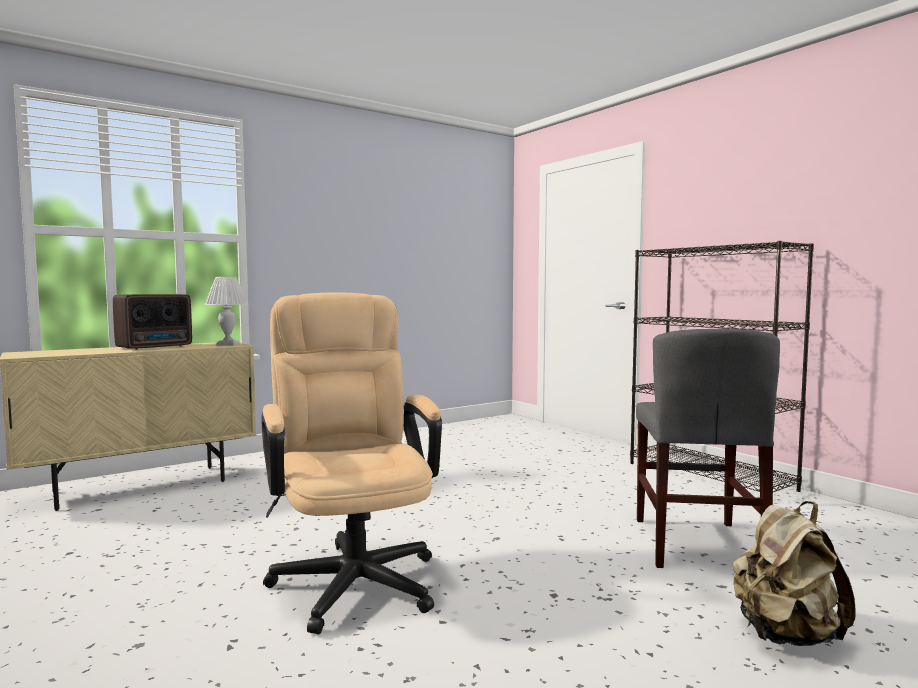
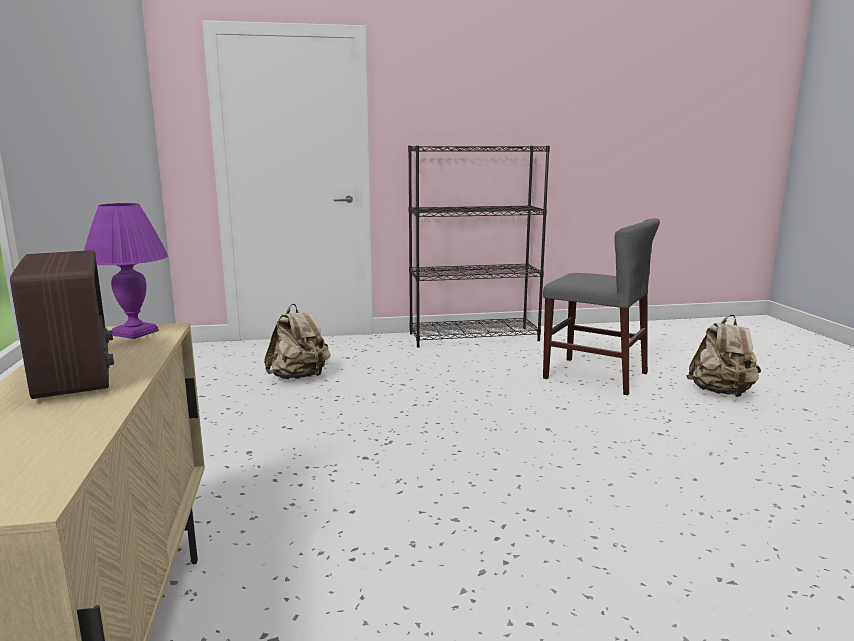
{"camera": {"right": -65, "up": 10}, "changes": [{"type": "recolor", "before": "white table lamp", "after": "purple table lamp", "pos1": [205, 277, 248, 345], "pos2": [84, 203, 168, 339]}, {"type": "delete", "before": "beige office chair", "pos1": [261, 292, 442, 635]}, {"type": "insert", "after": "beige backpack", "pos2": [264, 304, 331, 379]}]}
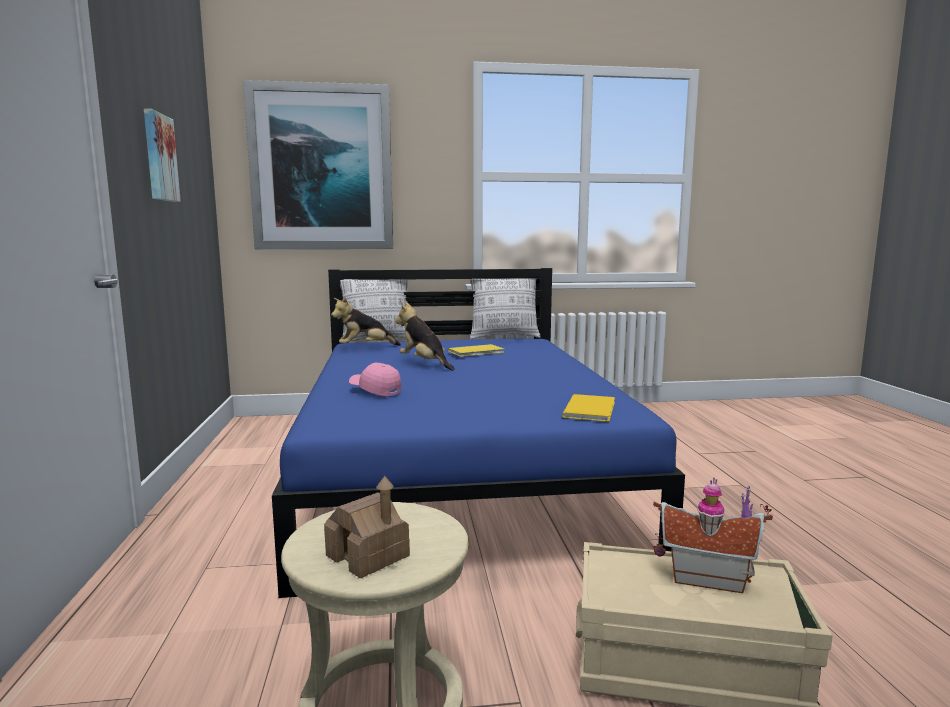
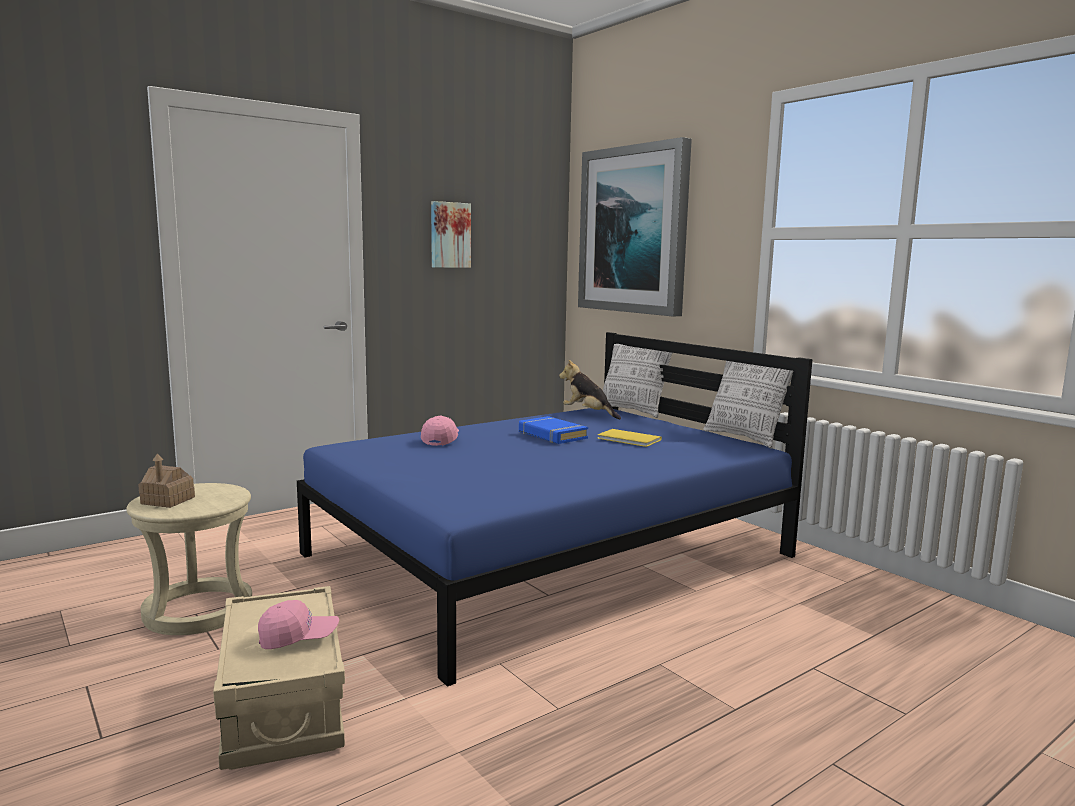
{"camera": {"right": 60, "up": 0}, "changes": [{"type": "replace", "before": "plush toy", "after": "blue book", "pos1": [395, 302, 454, 371], "pos2": [519, 416, 588, 444]}, {"type": "delete", "before": "yellow book", "pos1": [562, 394, 615, 422]}, {"type": "replace", "before": "toy house", "after": "pink cap", "pos1": [653, 477, 773, 593], "pos2": [258, 600, 339, 649]}]}
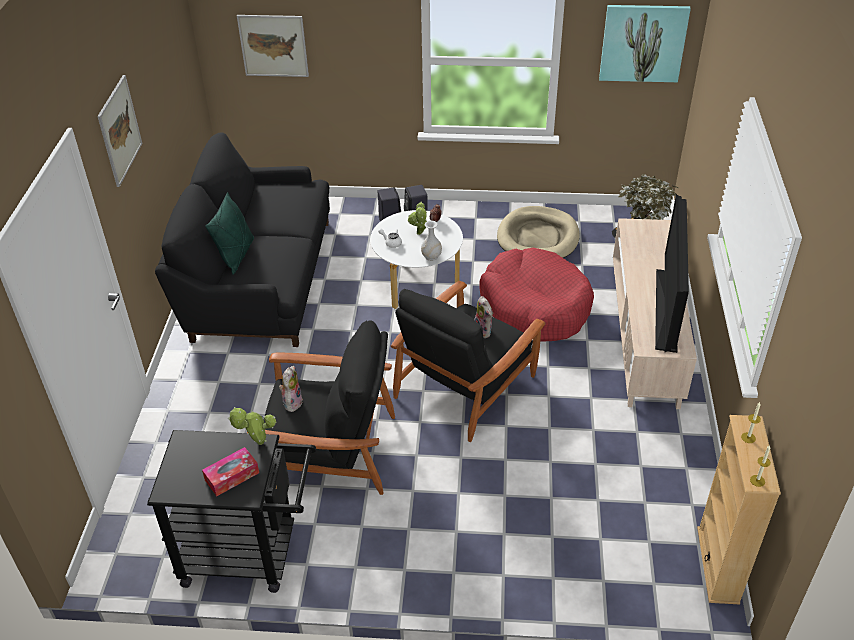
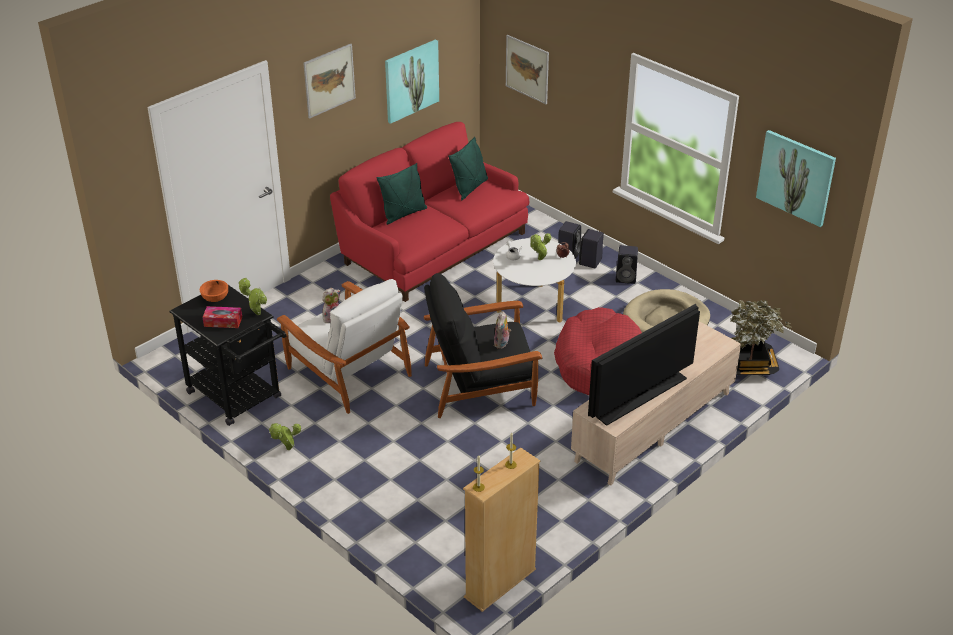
{"camera": {"right": 40, "up": -5}, "changes": [{"type": "recolor", "before": "black sofa", "after": "red sofa", "pos1": [155, 133, 330, 347], "pos2": [330, 122, 529, 302]}, {"type": "recolor", "before": "black armchair", "after": "white armchair", "pos1": [247, 320, 395, 495], "pos2": [277, 279, 412, 414]}, {"type": "delete", "before": "white vase", "pos1": [421, 221, 442, 261]}, {"type": "insert", "after": "orange bowl", "pos2": [200, 280, 228, 302]}, {"type": "insert", "after": "potted plant", "pos2": [269, 423, 301, 450]}, {"type": "insert", "after": "picture", "pos2": [385, 39, 439, 124]}, {"type": "insert", "after": "green pillow", "pos2": [448, 137, 488, 200]}, {"type": "insert", "after": "black speaker", "pos2": [616, 245, 638, 284]}]}
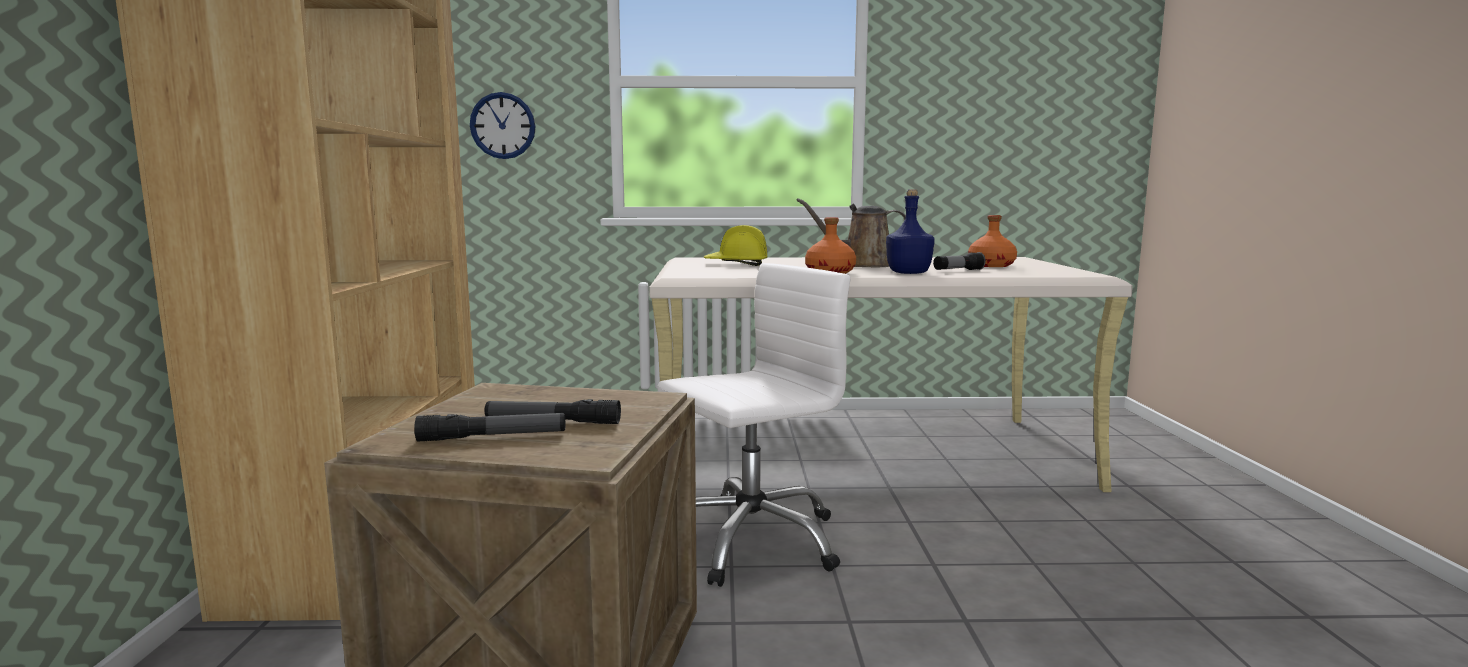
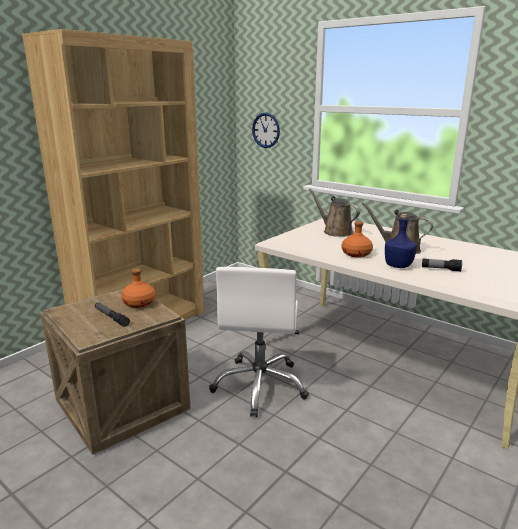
{"camera": {"right": 40, "up": 10}, "changes": [{"type": "delete", "before": "flashlight", "pos1": [414, 413, 565, 441]}, {"type": "rotate", "before": "white office chair", "pos1": [657, 263, 850, 587], "pos2": [209, 267, 309, 417], "turn": 90}, {"type": "replace", "before": "yellow hard hat", "after": "brown watering can", "pos1": [704, 225, 767, 266], "pos2": [309, 188, 360, 237]}, {"type": "move", "before": "orange bottle", "pos1": [968, 215, 1017, 267], "pos2": [121, 269, 156, 308]}]}
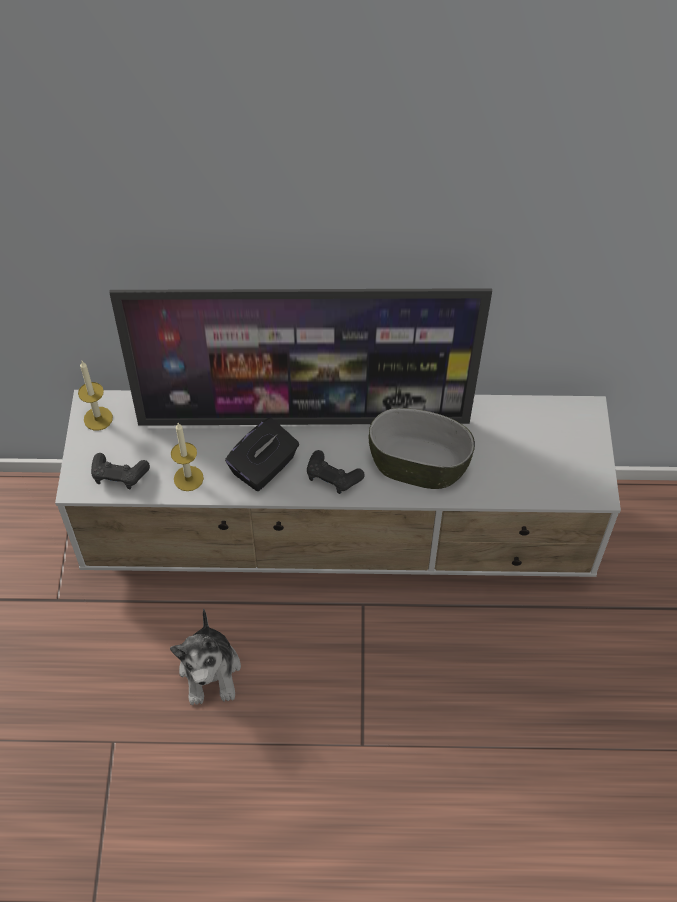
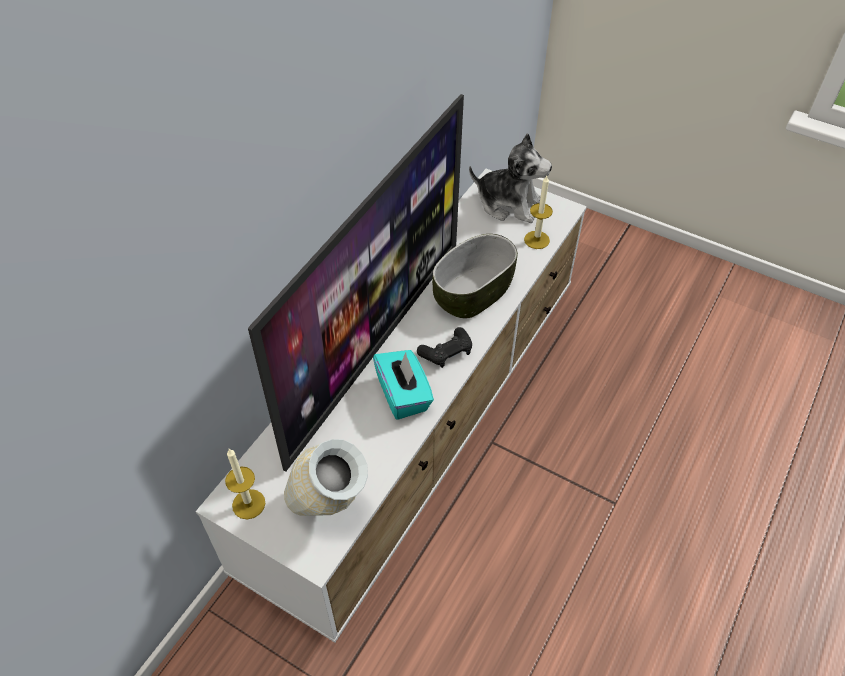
{"camera": {"right": -60, "up": -5}, "changes": [{"type": "replace", "before": "black game controller", "after": "vase", "pos1": [91, 453, 150, 489], "pos2": [284, 439, 368, 516]}, {"type": "move", "before": "plush toy", "pos1": [170, 608, 241, 705], "pos2": [469, 133, 552, 223]}, {"type": "move", "before": "candle", "pos1": [171, 423, 204, 491], "pos2": [524, 176, 553, 249]}, {"type": "recolor", "before": "black tissue box", "after": "turquoise tissue box", "pos1": [225, 417, 299, 491], "pos2": [373, 350, 434, 420]}]}
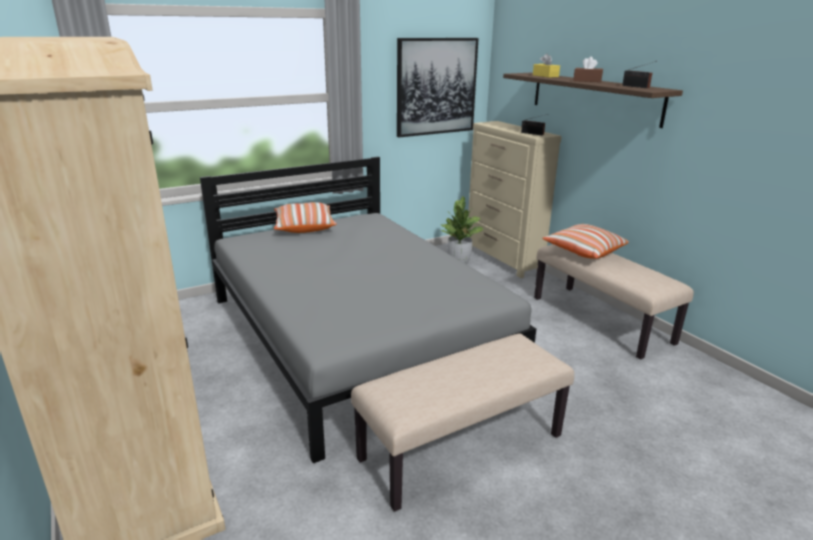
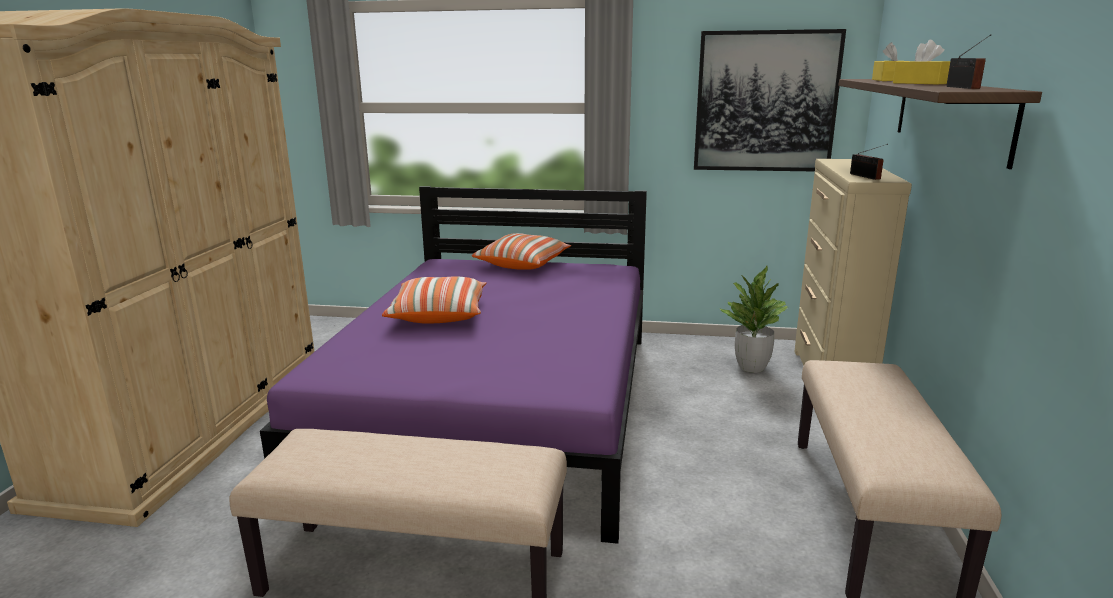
{"camera": {"right": 40, "up": -5}, "changes": [{"type": "recolor", "before": "grey bed", "after": "purple bed", "pos1": [200, 157, 536, 463], "pos2": [260, 186, 647, 544]}, {"type": "move", "before": "pillow", "pos1": [542, 224, 629, 259], "pos2": [382, 276, 486, 323]}, {"type": "recolor", "before": "brown tissue box", "after": "yellow tissue box", "pos1": [573, 57, 603, 82], "pos2": [893, 40, 950, 84]}]}
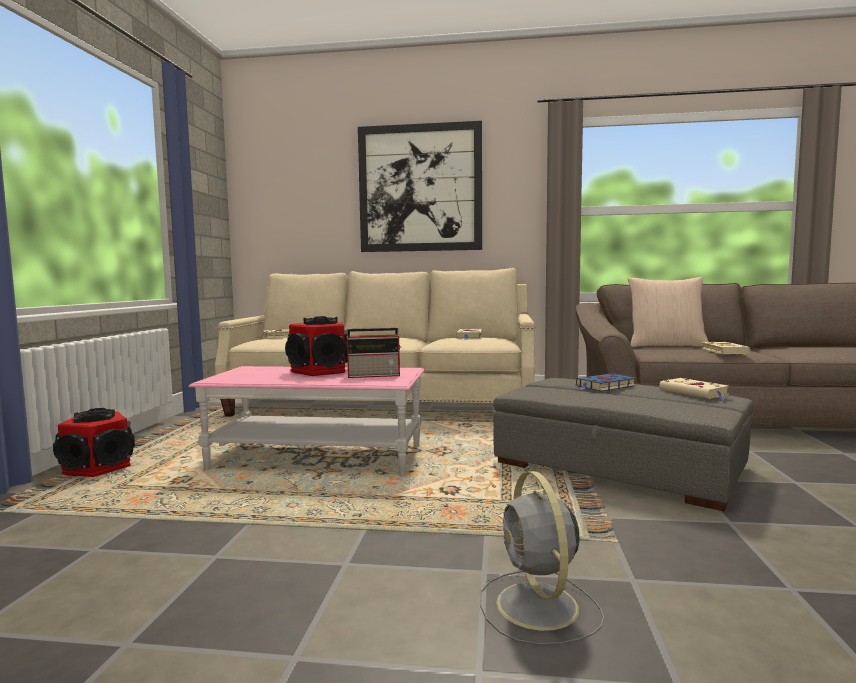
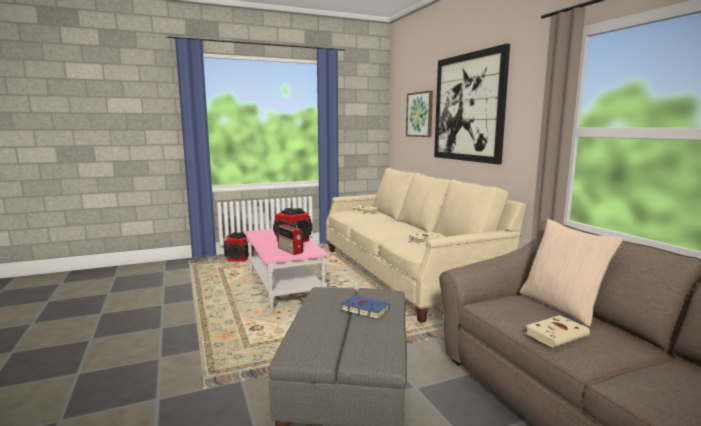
{"camera": {"right": 60, "up": 5}, "changes": [{"type": "delete", "before": "grey fan", "pos1": [480, 471, 604, 645]}, {"type": "delete", "before": "beige book", "pos1": [659, 378, 729, 400]}, {"type": "insert", "after": "picture", "pos2": [406, 90, 433, 137]}]}
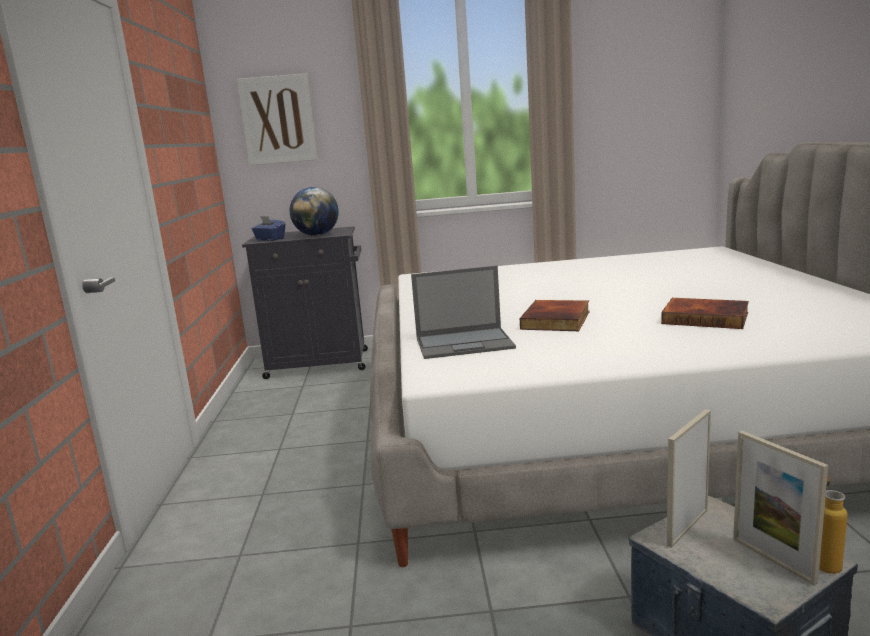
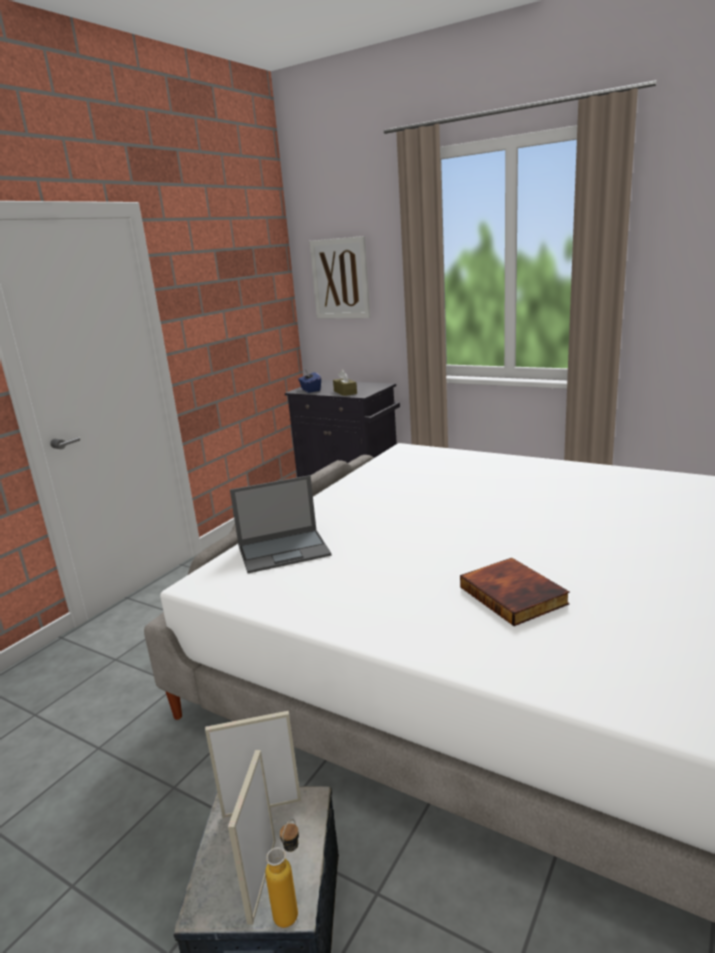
{"camera": {"right": 35, "up": 5}, "changes": [{"type": "replace", "before": "globe", "after": "brown tissue box", "pos1": [290, 187, 339, 236], "pos2": [333, 370, 357, 396]}, {"type": "rotate", "before": "laptop", "pos1": [411, 266, 516, 359], "pos2": [230, 475, 331, 573], "turn": -45}, {"type": "delete", "before": "book", "pos1": [520, 300, 590, 331]}]}
